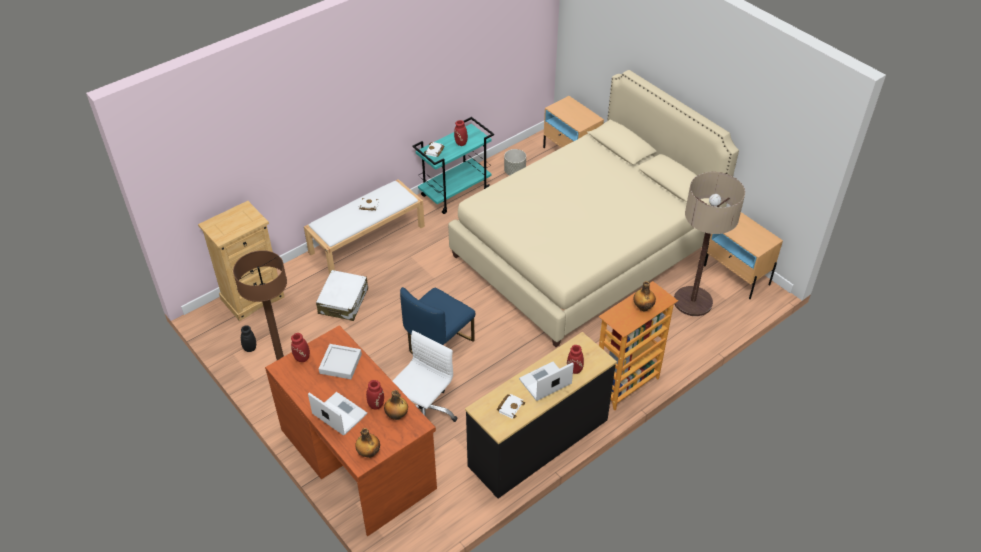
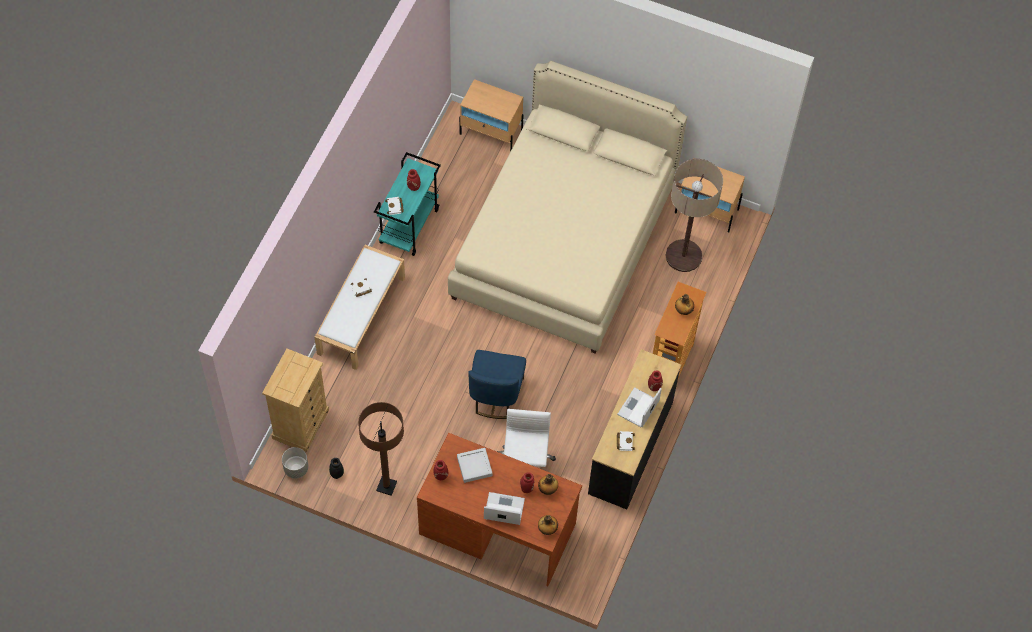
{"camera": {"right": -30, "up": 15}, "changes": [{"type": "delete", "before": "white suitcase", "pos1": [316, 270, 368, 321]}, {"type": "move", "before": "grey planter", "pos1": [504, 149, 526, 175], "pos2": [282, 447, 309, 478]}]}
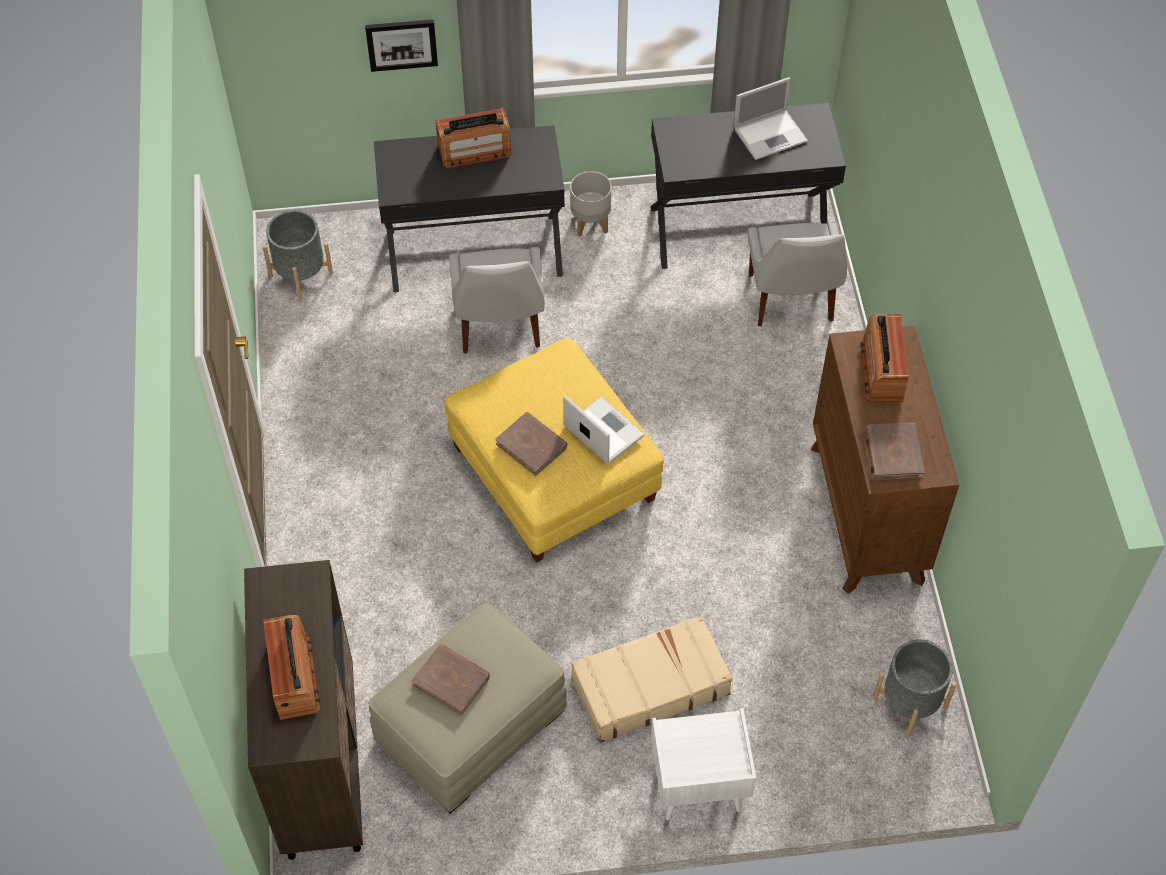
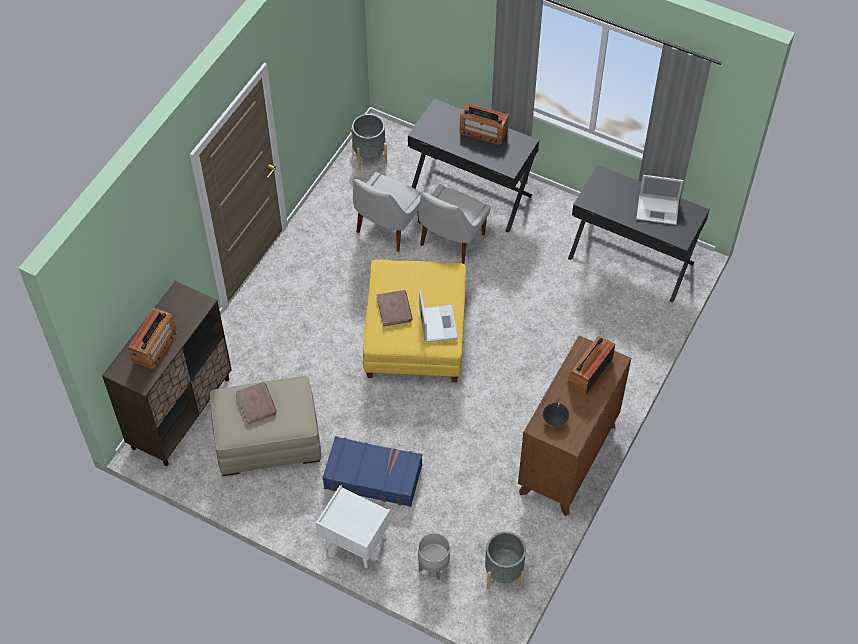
{"camera": {"right": 35, "up": 0}, "changes": [{"type": "delete", "before": "picture", "pos1": [365, 19, 438, 72]}, {"type": "move", "before": "grey planter", "pos1": [570, 171, 611, 237], "pos2": [418, 533, 450, 580]}, {"type": "recolor", "before": "beige suitcase", "after": "blue suitcase", "pos1": [571, 615, 733, 743], "pos2": [322, 436, 422, 507]}, {"type": "move", "before": "white chair", "pos1": [748, 222, 847, 326], "pos2": [353, 172, 422, 252]}, {"type": "replace", "before": "brown book", "after": "black bowl", "pos1": [865, 423, 924, 480], "pos2": [543, 403, 569, 426]}]}
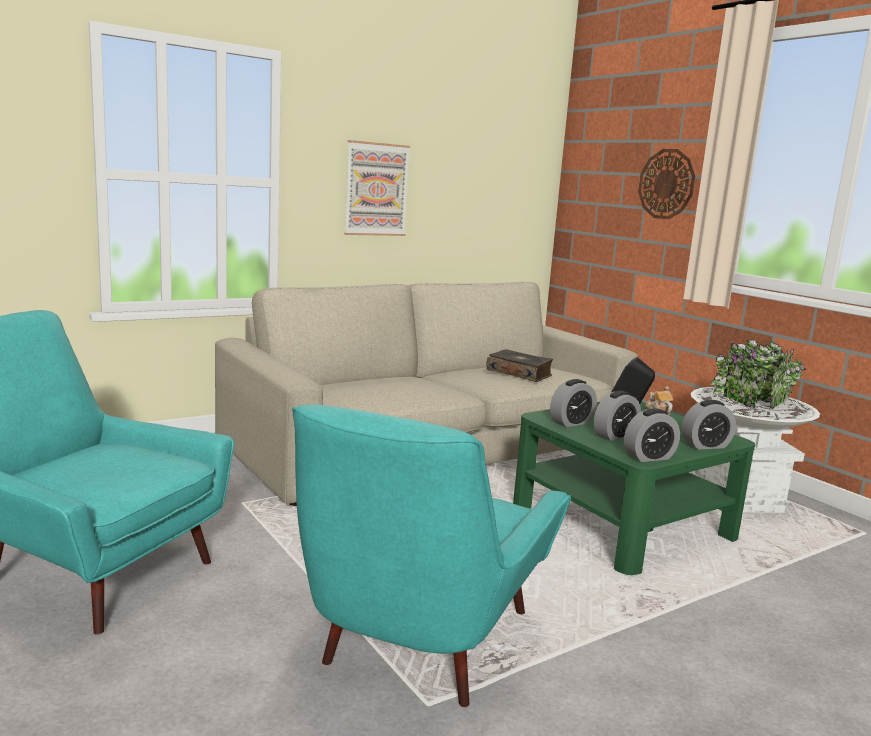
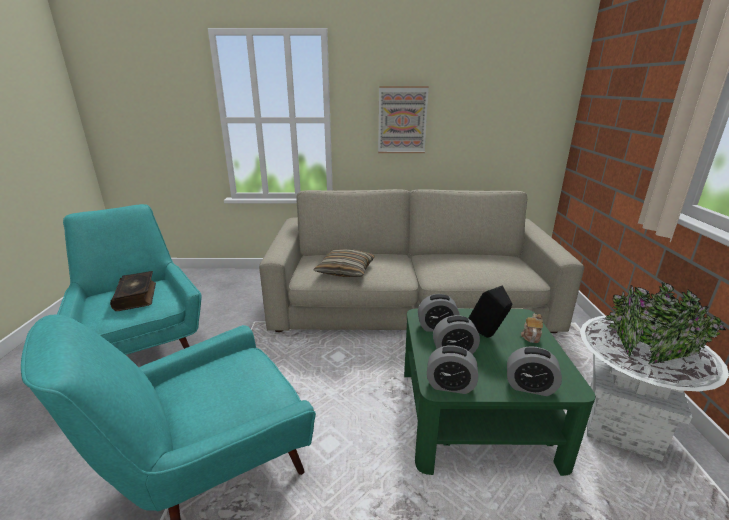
{"camera": {"right": 35, "up": 10}, "changes": [{"type": "move", "before": "book", "pos1": [487, 349, 553, 382], "pos2": [110, 271, 156, 311]}, {"type": "delete", "before": "wall clock", "pos1": [638, 149, 695, 219]}, {"type": "insert", "after": "pillow", "pos2": [313, 249, 375, 277]}]}
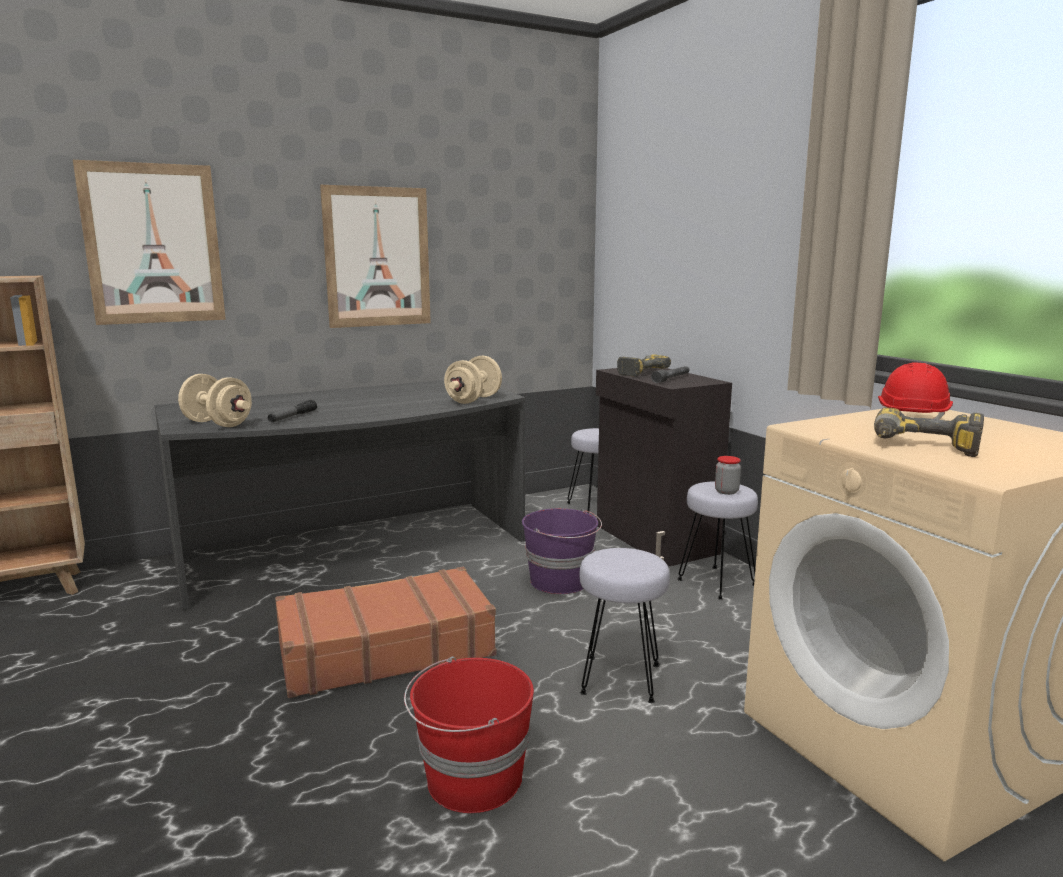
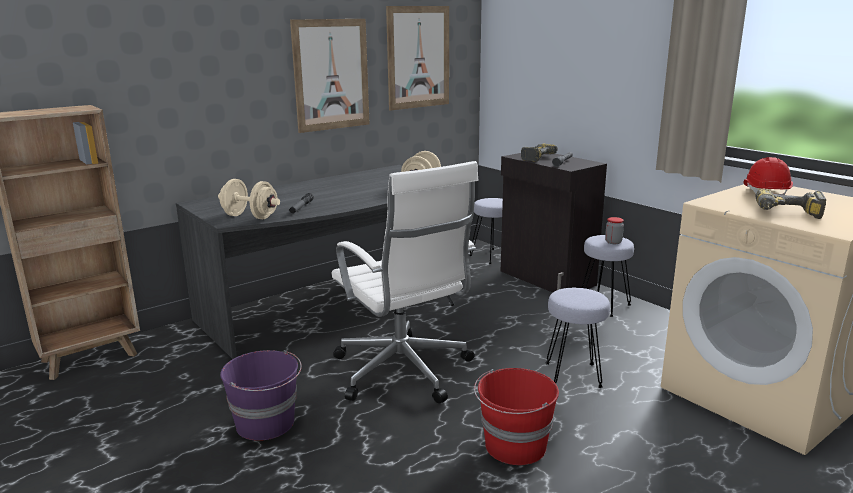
{"camera": {"right": -10, "up": 5}, "changes": [{"type": "move", "before": "picture", "pos1": [73, 160, 226, 325], "pos2": [386, 6, 449, 111]}, {"type": "replace", "before": "brown suitcase", "after": "white office chair", "pos1": [275, 567, 497, 698], "pos2": [332, 161, 478, 403]}, {"type": "move", "before": "purple bucket", "pos1": [522, 508, 602, 594], "pos2": [220, 350, 302, 441]}]}
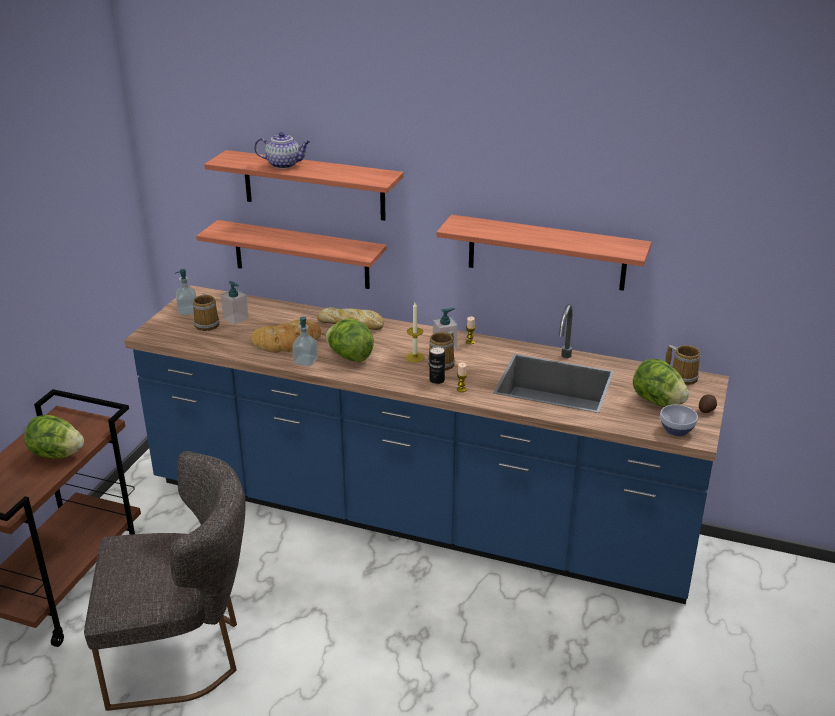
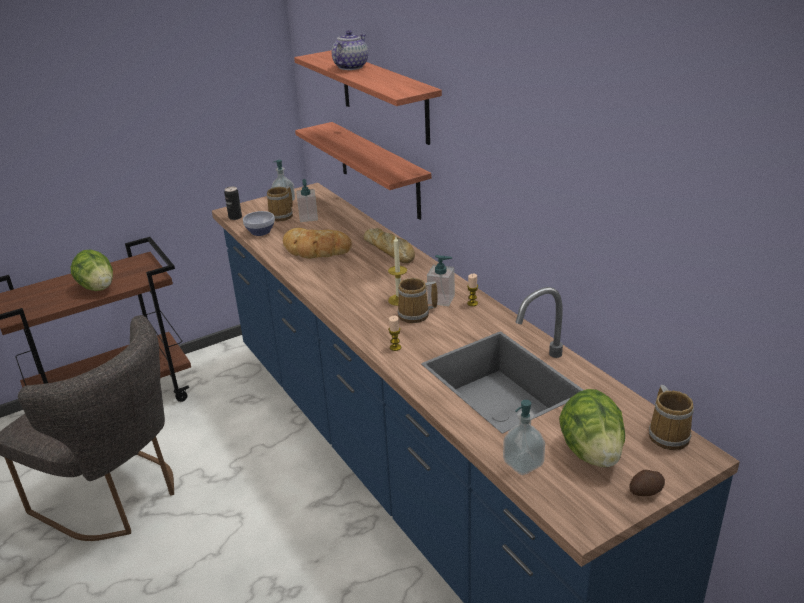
{"camera": {"right": 40, "up": 0}, "changes": [{"type": "rotate", "before": "teapot", "pos1": [254, 132, 310, 169], "pos2": [332, 30, 368, 70], "turn": -105}, {"type": "move", "before": "soap dispenser", "pos1": [292, 317, 318, 367], "pos2": [503, 400, 545, 475]}, {"type": "delete", "before": "lettuce", "pos1": [325, 319, 374, 362]}, {"type": "move", "before": "can", "pos1": [429, 347, 445, 384], "pos2": [224, 186, 242, 220]}, {"type": "delete", "before": "shelf", "pos1": [437, 215, 652, 291]}, {"type": "move", "before": "bowl", "pos1": [660, 405, 698, 436], "pos2": [243, 211, 275, 236]}]}
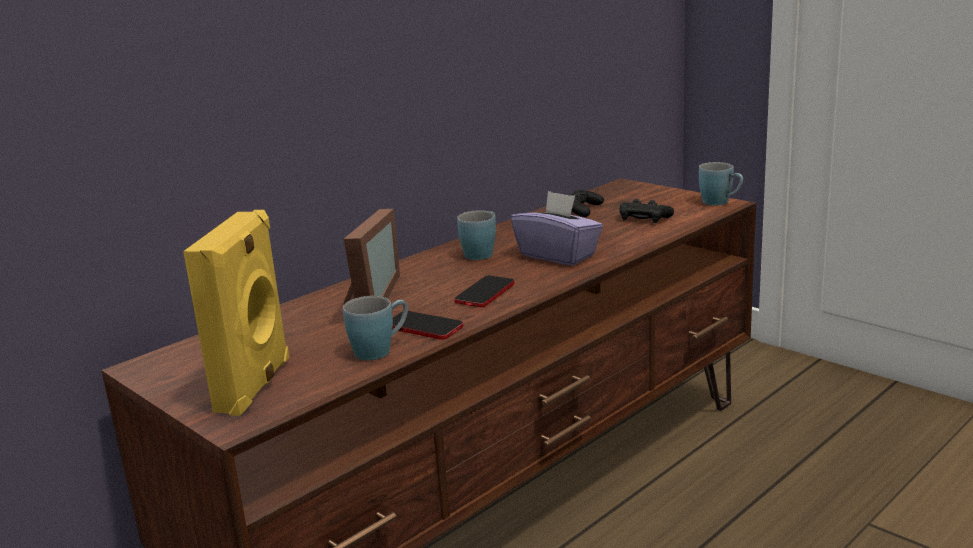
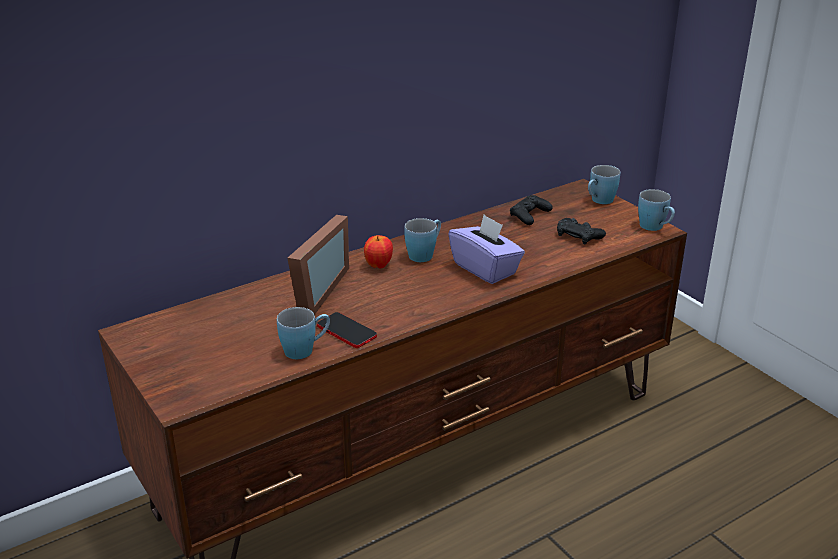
{"camera": {"right": 10, "up": 10}, "changes": [{"type": "delete", "before": "yellow speaker", "pos1": [183, 210, 289, 416]}, {"type": "delete", "before": "phone", "pos1": [454, 275, 515, 307]}, {"type": "insert", "after": "apple", "pos2": [364, 235, 393, 269]}, {"type": "insert", "after": "blue mug", "pos2": [588, 165, 620, 204]}]}
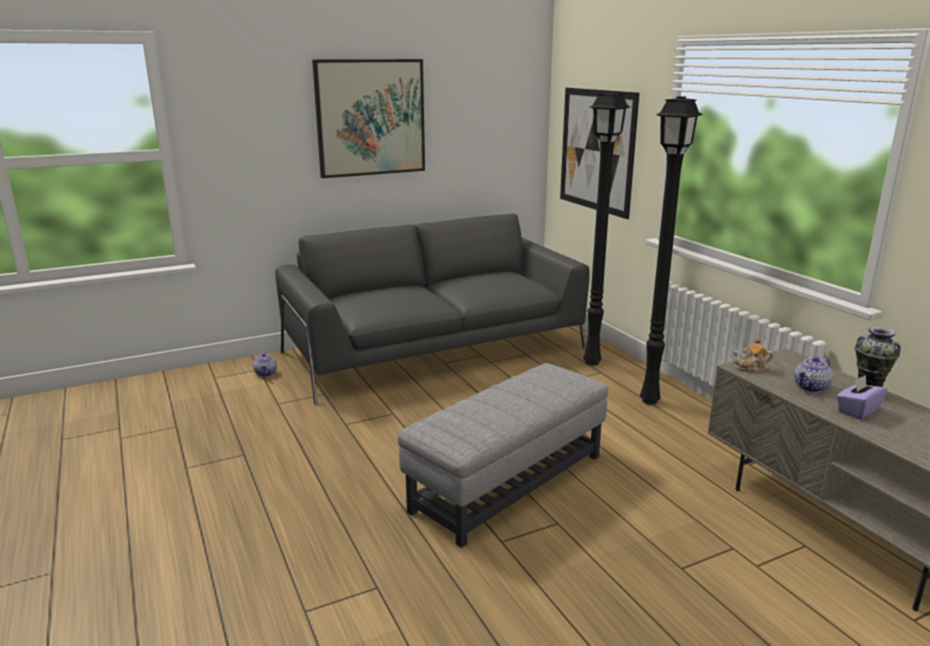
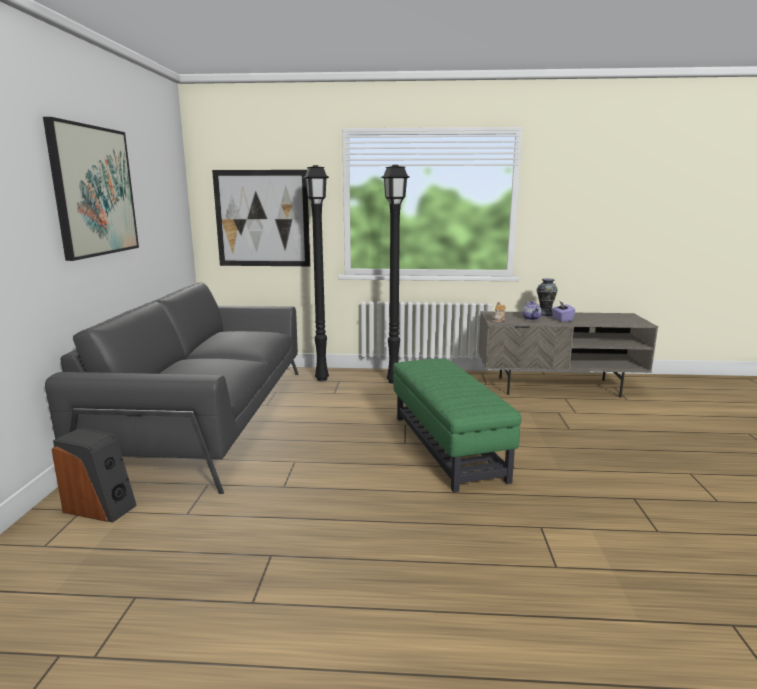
{"camera": {"right": -60, "up": -5}, "changes": [{"type": "replace", "before": "teapot", "after": "speaker", "pos1": [253, 351, 277, 377], "pos2": [52, 428, 137, 523]}, {"type": "recolor", "before": "grey ottoman", "after": "green ottoman", "pos1": [398, 363, 608, 548], "pos2": [393, 359, 521, 492]}]}
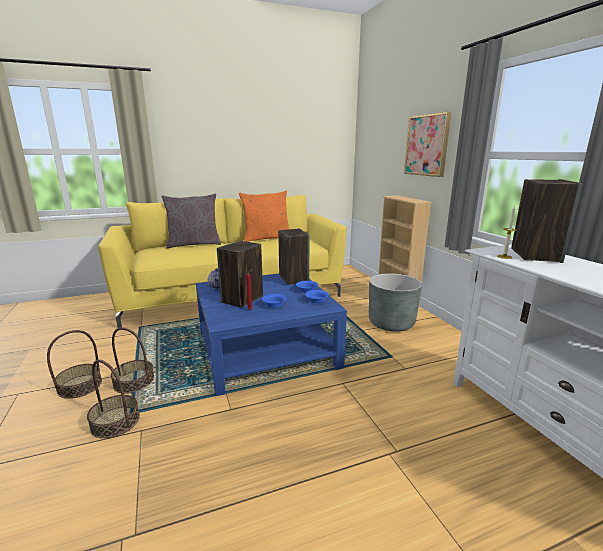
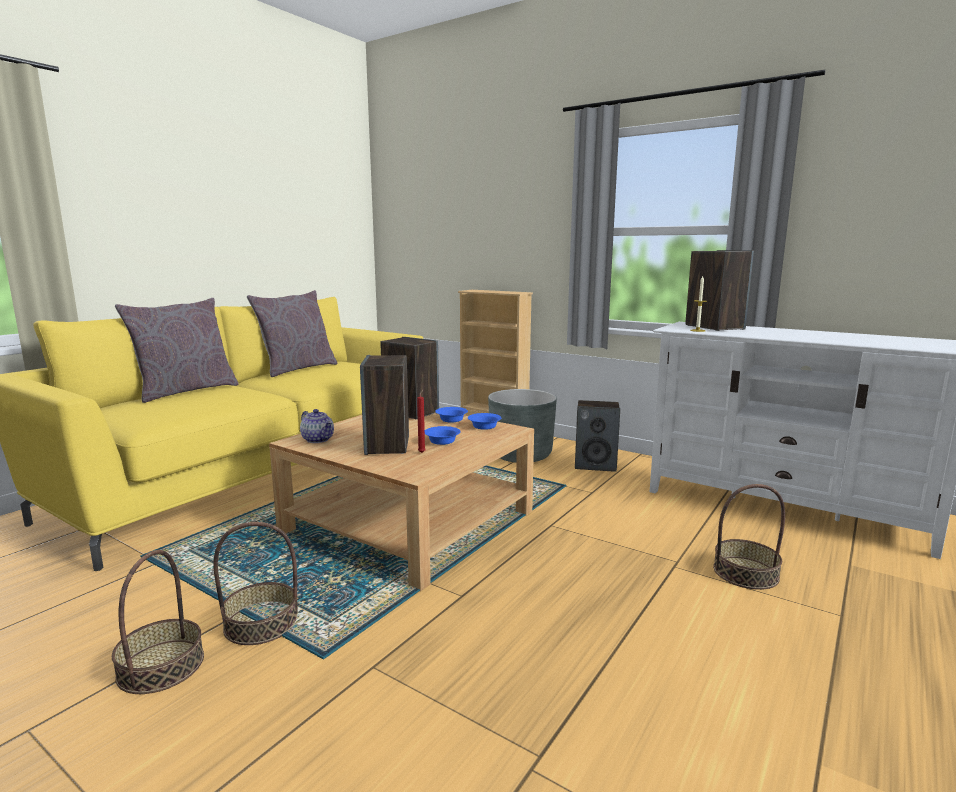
{"camera": {"right": -35, "up": -5}, "changes": [{"type": "move", "before": "basket", "pos1": [87, 360, 140, 438], "pos2": [713, 484, 785, 590]}, {"type": "recolor", "before": "blue coffee table", "after": "beige coffee table", "pos1": [196, 274, 347, 396], "pos2": [269, 413, 534, 591]}, {"type": "recolor", "before": "orange pillow", "after": "grey pillow", "pos1": [239, 191, 289, 242], "pos2": [247, 290, 337, 377]}, {"type": "delete", "before": "picture", "pos1": [404, 112, 451, 177]}, {"type": "insert", "after": "speaker", "pos2": [575, 400, 620, 472]}]}
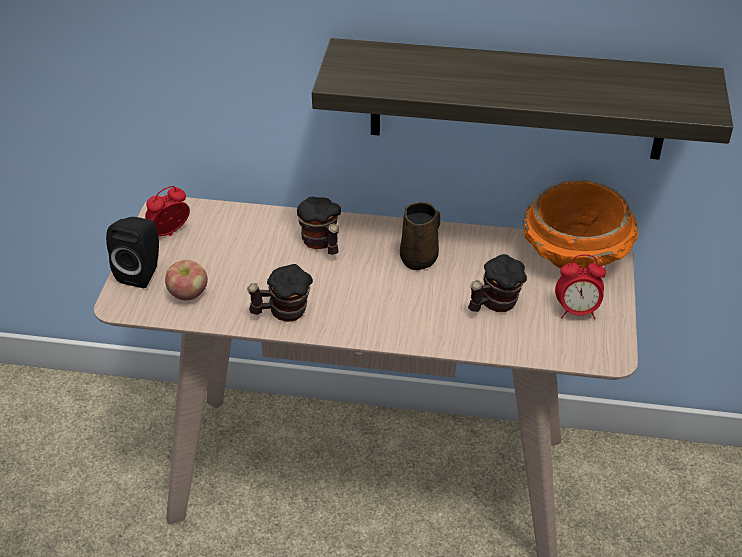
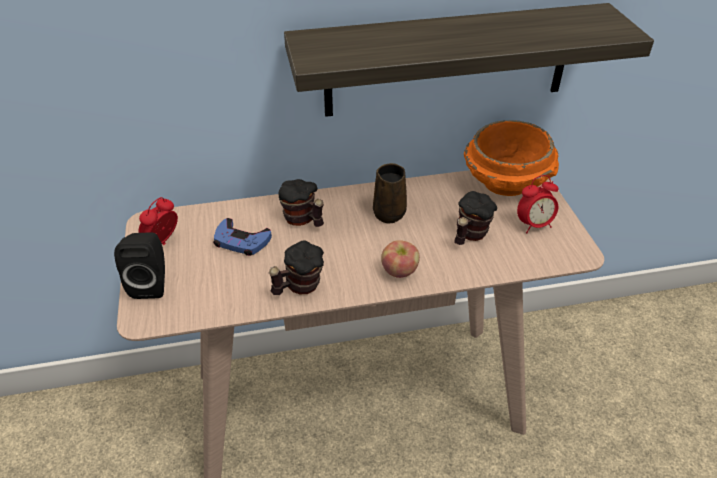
{"camera": {"right": -20, "up": 0}, "changes": [{"type": "move", "before": "apple", "pos1": [165, 260, 208, 300], "pos2": [381, 240, 420, 278]}, {"type": "insert", "after": "blue game controller", "pos2": [213, 218, 272, 256]}]}
